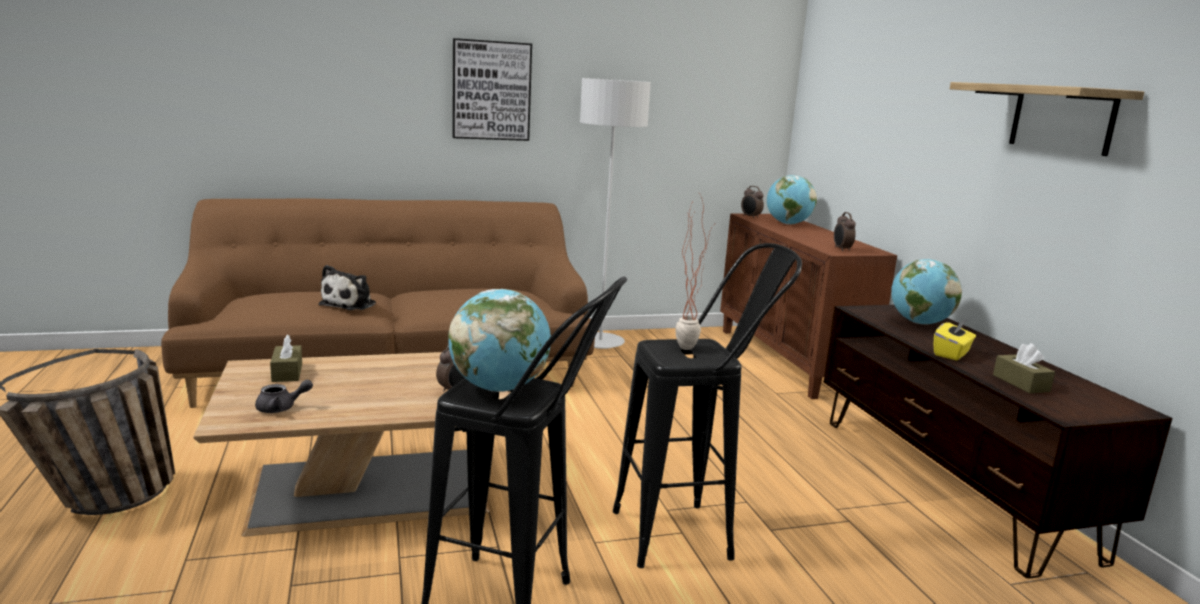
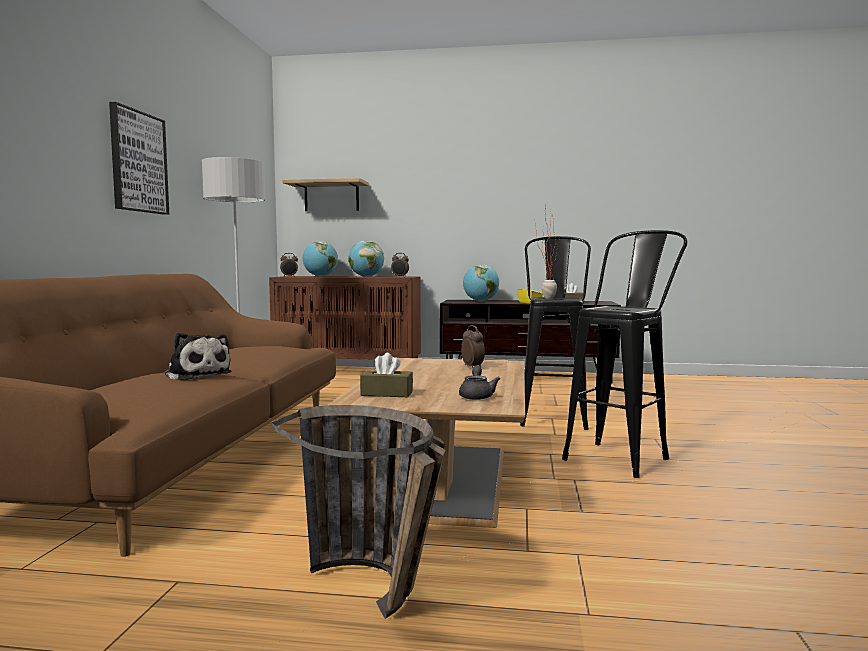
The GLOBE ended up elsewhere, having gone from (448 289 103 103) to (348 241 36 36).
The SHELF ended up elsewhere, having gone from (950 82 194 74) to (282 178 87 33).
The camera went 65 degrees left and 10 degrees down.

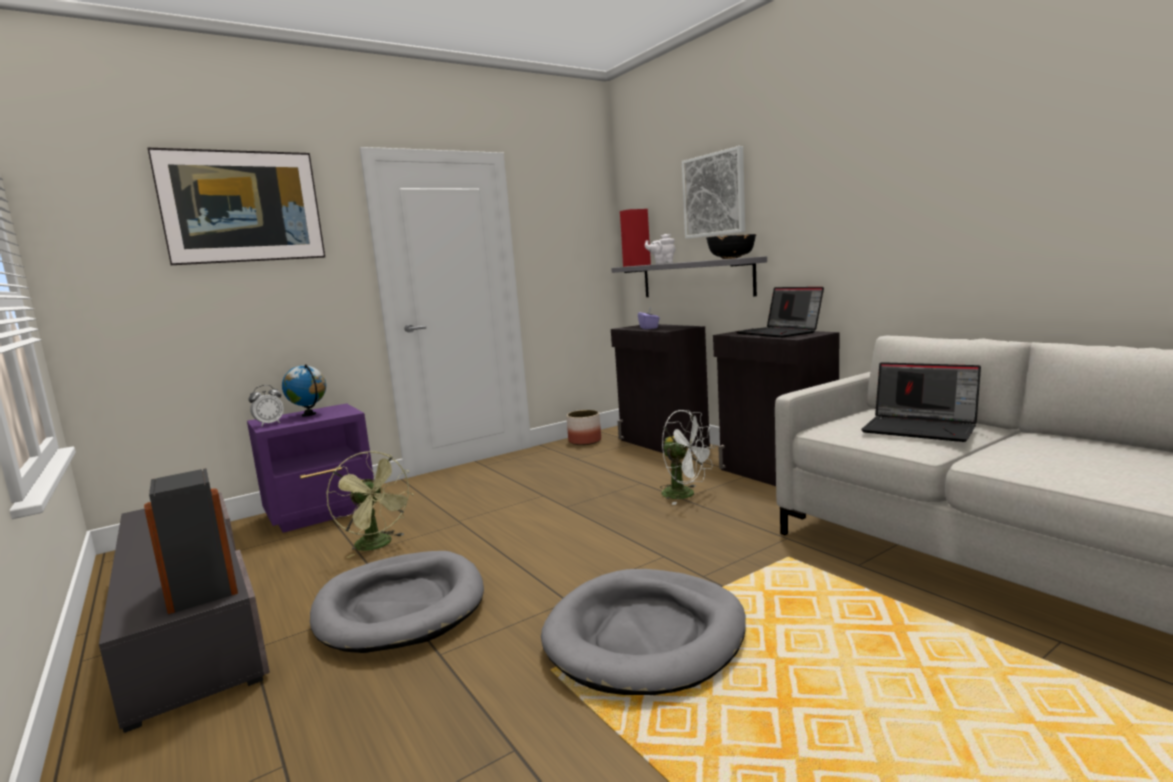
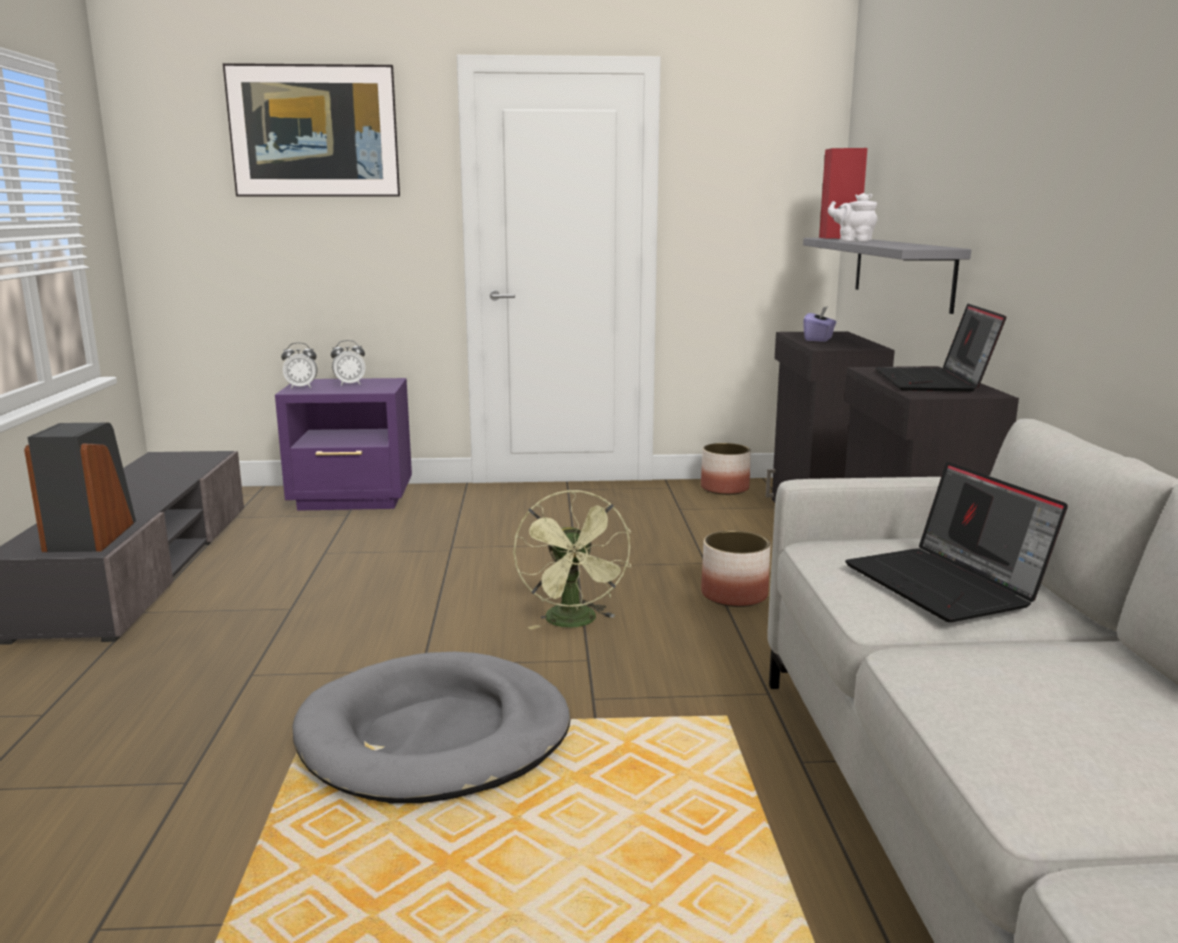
The second view lost the GREY DOG BED at (310 551 174 102).
The second view lost the PICTURE at (682 146 63 93).
The second view lost the BLACK BOWL at (706 234 50 25).
The GREEN FAN ended up elsewhere, having gone from (327 451 87 107) to (513 490 118 140).
Where the GLOBE stood at (282 364 44 53), the ALARM CLOCK came to stand at (331 340 35 46).
Where the WHITE FAN stood at (660 410 55 95), the PLANTER came to stand at (701 531 69 76).
The camera went 30 degrees right and 5 degrees up.

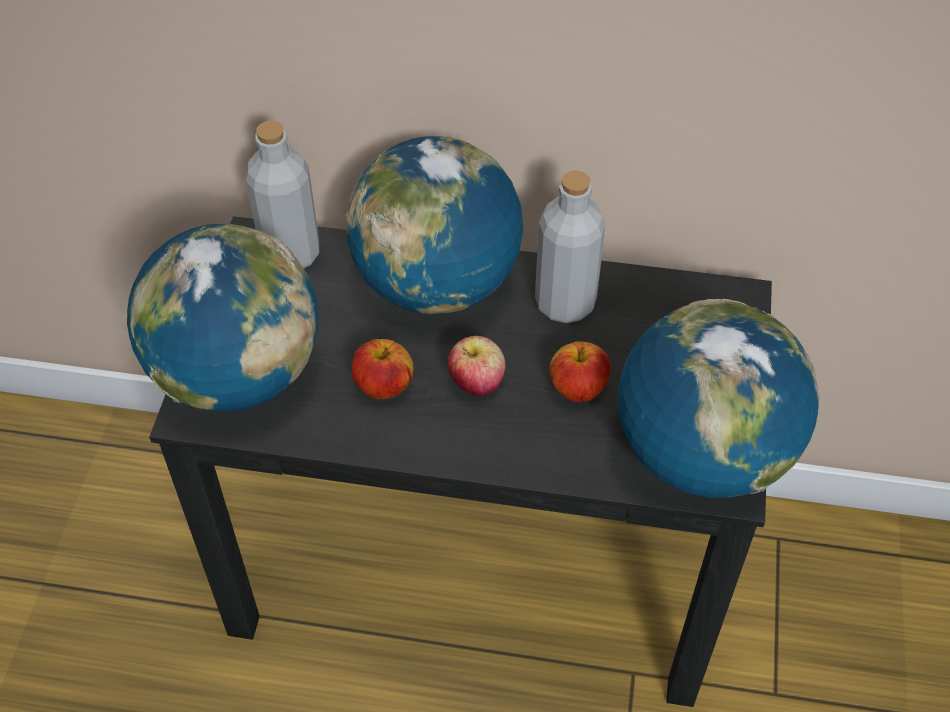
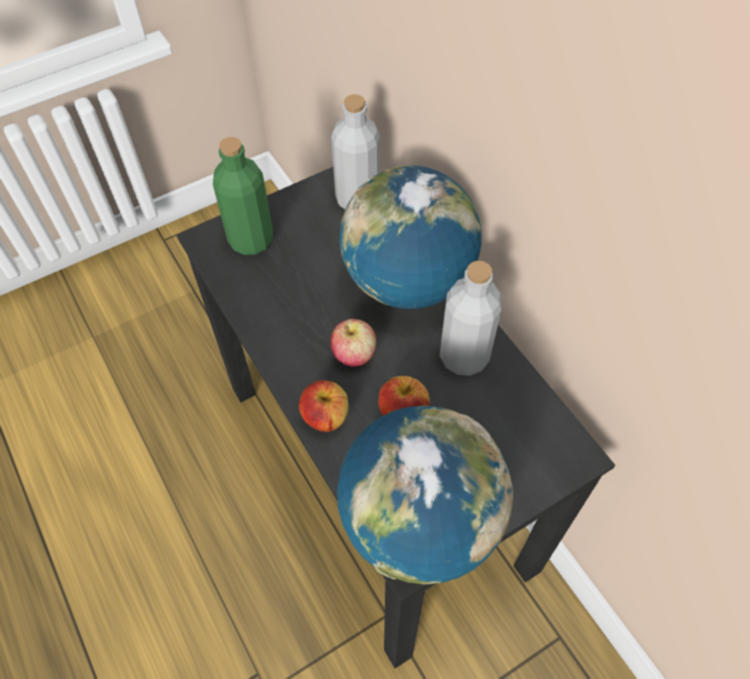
The APPLE ended up elsewhere, having gone from (351 339 62 60) to (299 380 50 52).
Where the GLOBE stood at (127 224 191 188), the GREEN BOTTLE came to stand at (213 137 60 118).
The camera went 50 degrees right and 5 degrees up.

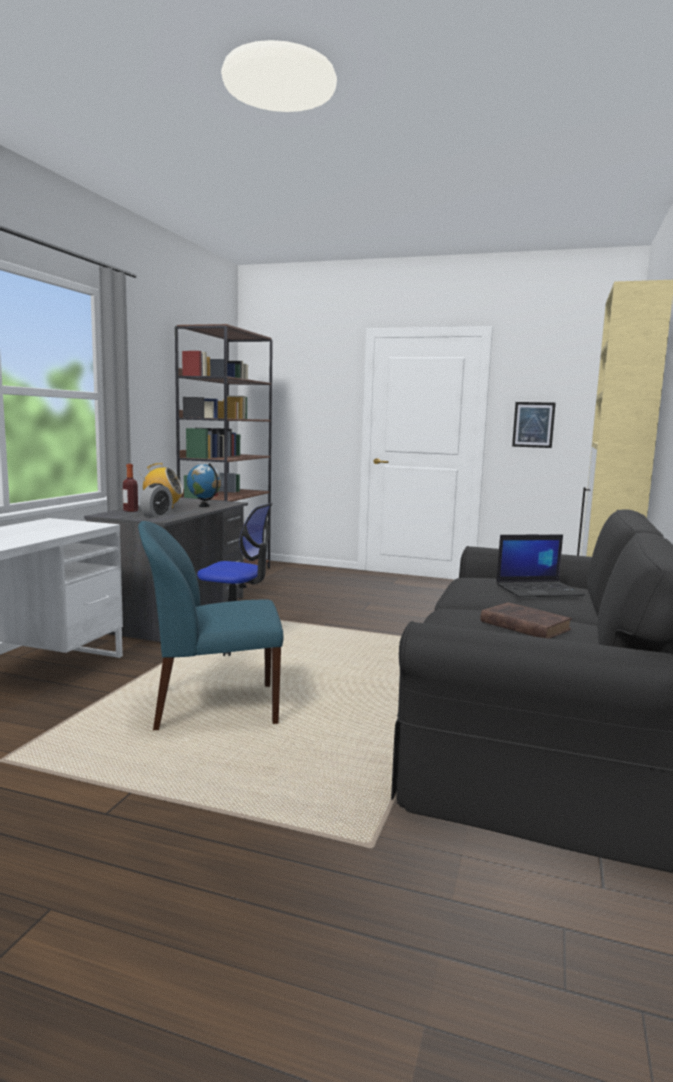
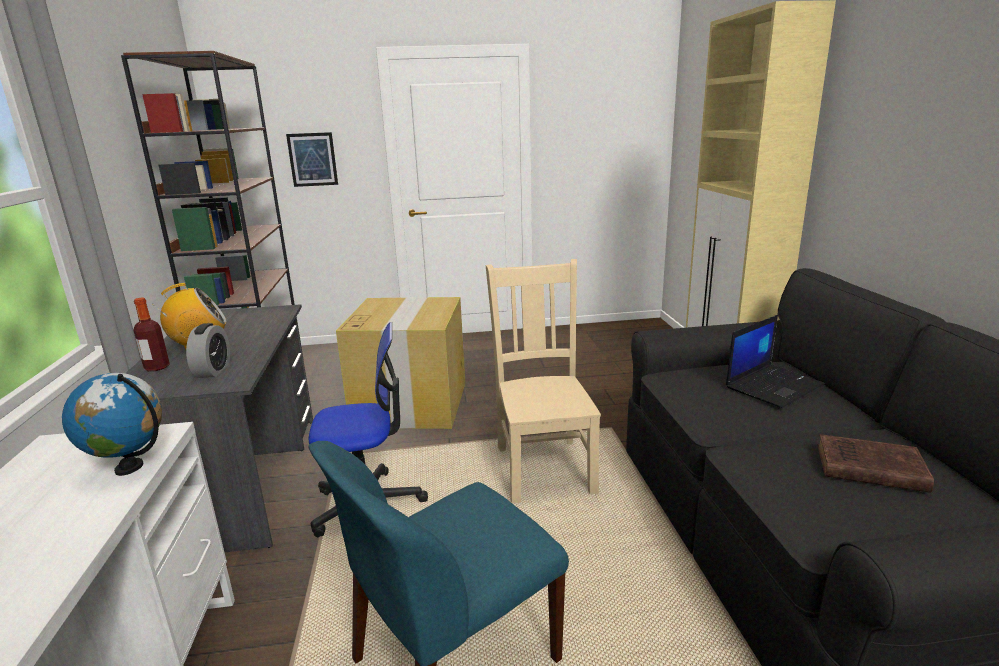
The second view gained the CARDBOARD BOX at (336 297 129 132).
The second view gained the BEIGE CHAIR at (486 259 115 244).
The GLOBE ended up elsewhere, having gone from (187 463 34 44) to (62 373 100 103).
The PICTURE ended up elsewhere, having gone from (512 402 44 46) to (286 132 52 55).
The camera went 25 degrees left and 10 degrees up.

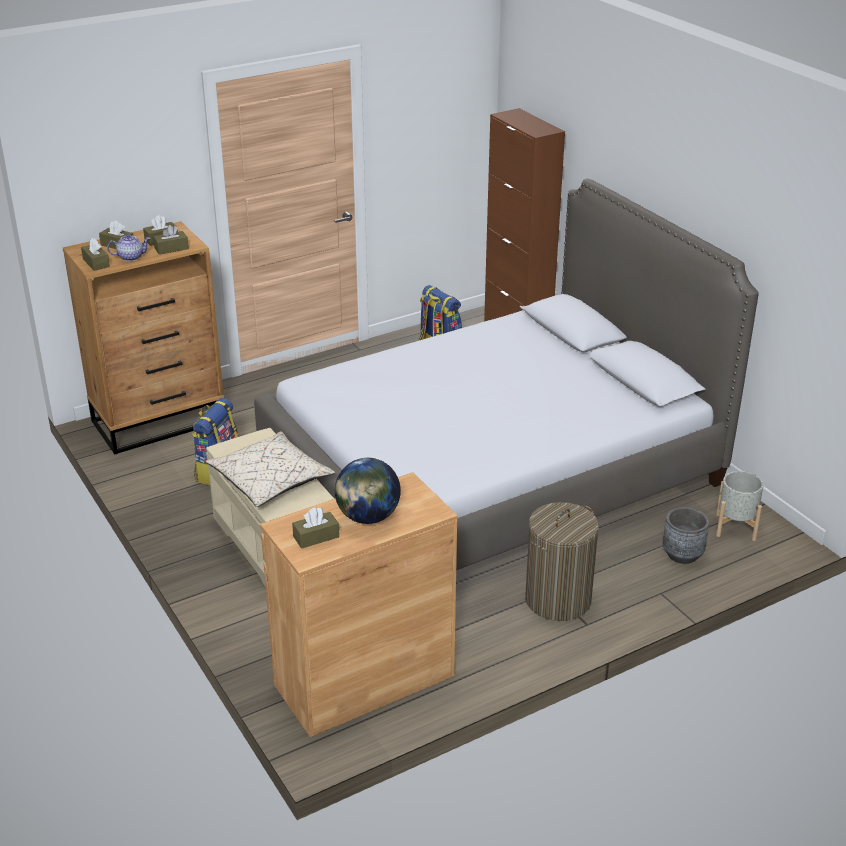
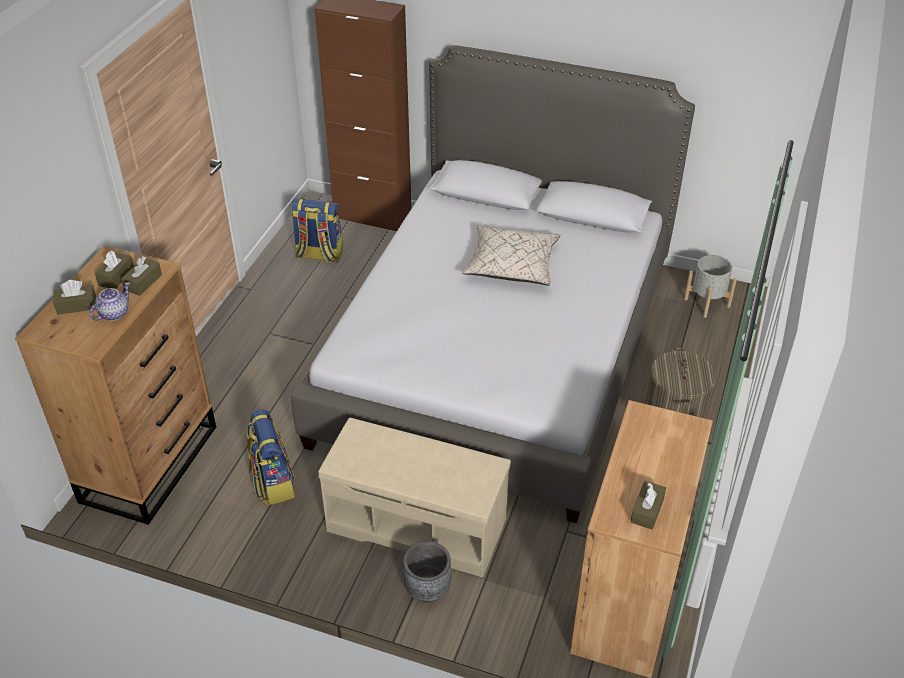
The second view lost the BROWN TISSUE BOX at (81 238 29 33).
The second view lost the GLOBE at (335 458 66 66).
The BEIGE PILLOW ended up elsewhere, having gone from (206 432 129 75) to (462 225 98 61).
The GREY PLANTER ended up elsewhere, having gone from (663 507 46 57) to (403 541 48 62).
The camera went 40 degrees left and 10 degrees up.

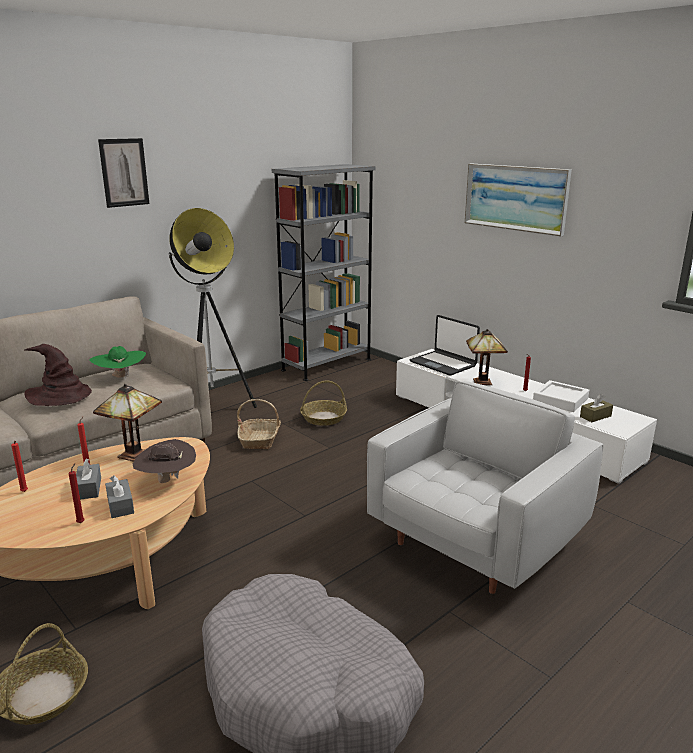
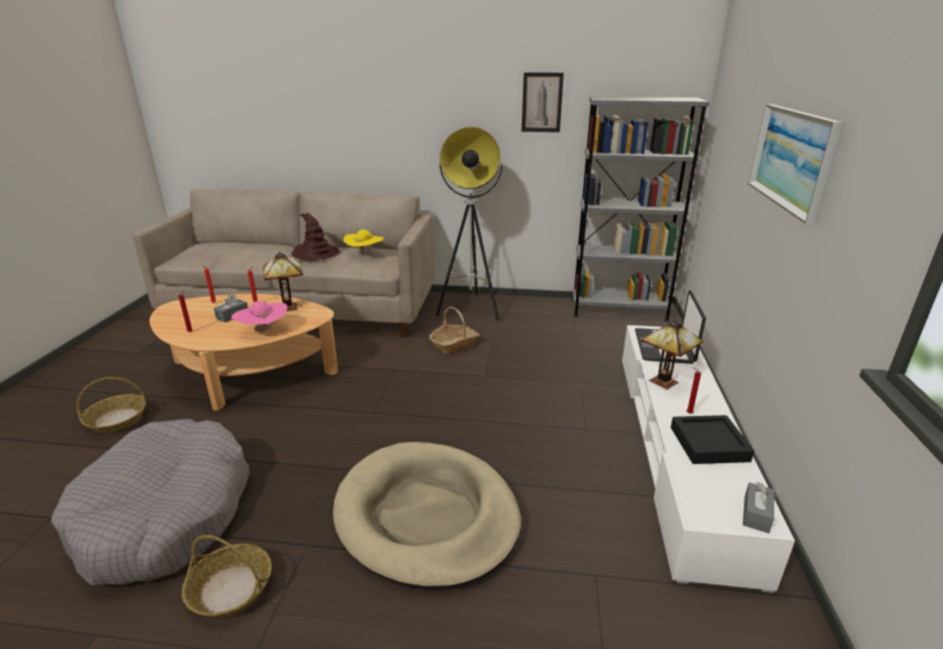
The second view lost the BROWN TISSUE BOX at (580 394 33 28).
The PICTURE ended up elsewhere, having gone from (98 138 51 70) to (522 72 42 60).
The GREY TISSUE BOX ended up elsewhere, having gone from (105 476 29 42) to (743 482 31 51).
The BASKET ended up elsewhere, having gone from (300 380 47 46) to (182 535 90 83).
Where the WHITE ARMCHAIR stood at (367 381 236 213), the BEIGE DOG BED came to stand at (333 442 188 147).
What was the GREEN HAT at (89 346 57 33) turned into the YELLOW HAT at (343 229 41 28).
What was the BROWN HAT at (133 439 63 44) turned into the PINK HAT at (231 300 56 32).
What was the WHITE TRAY at (533 380 56 32) turned into the BLACK TRAY at (671 415 83 49).
The camera went 50 degrees right and 5 degrees up.

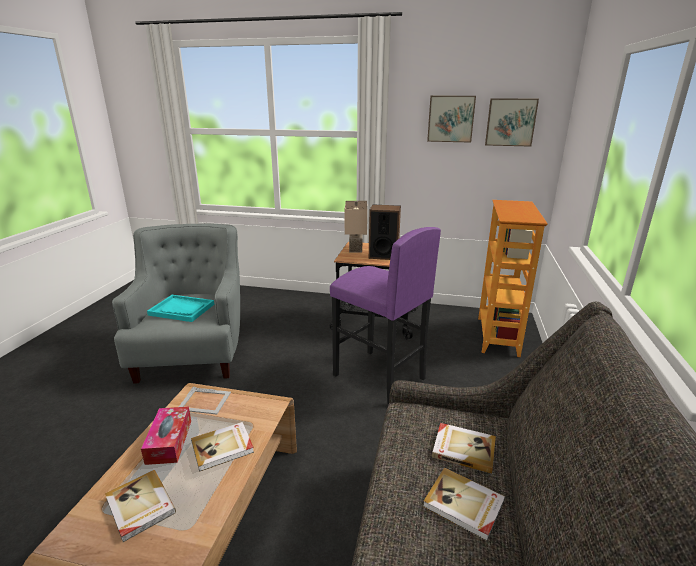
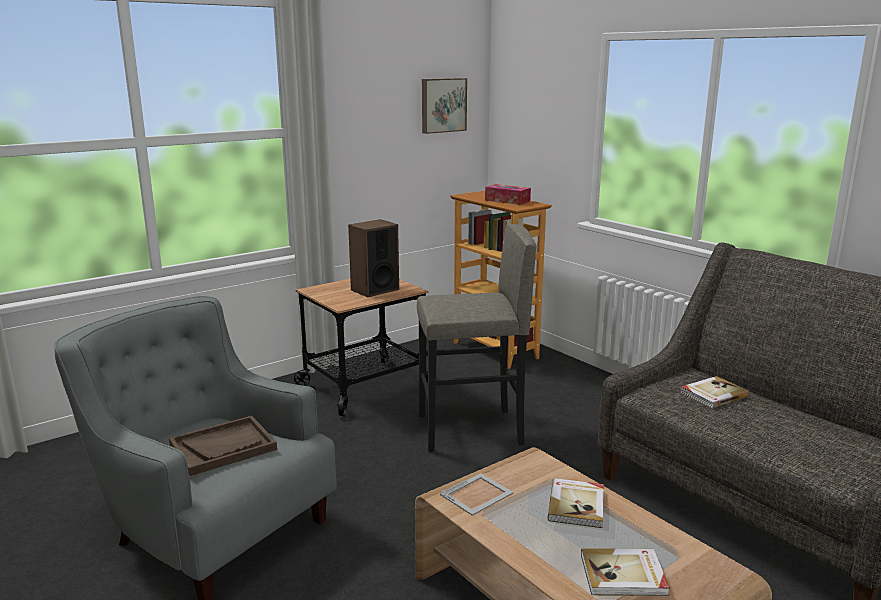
The second view lost the BEIGE TABLE LAMP at (345 201 22 52).
The second view lost the BOOK at (423 468 82 73).
The second view lost the PICTURE at (427 96 49 47).
The TISSUE BOX ended up elsewhere, having gone from (141 407 50 58) to (485 184 46 21).
What was the TURQUOISE TRAY at (147 295 67 27) turned into the BROWN TRAY at (169 416 108 60).
What was the PURPLE STOOL at (330 227 111 178) turned into the GREY STOOL at (417 224 119 228).
The camera went 50 degrees left and 5 degrees down.

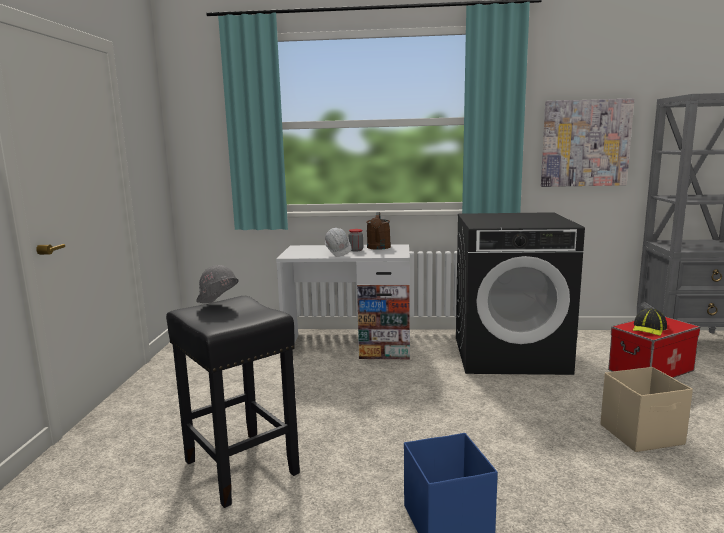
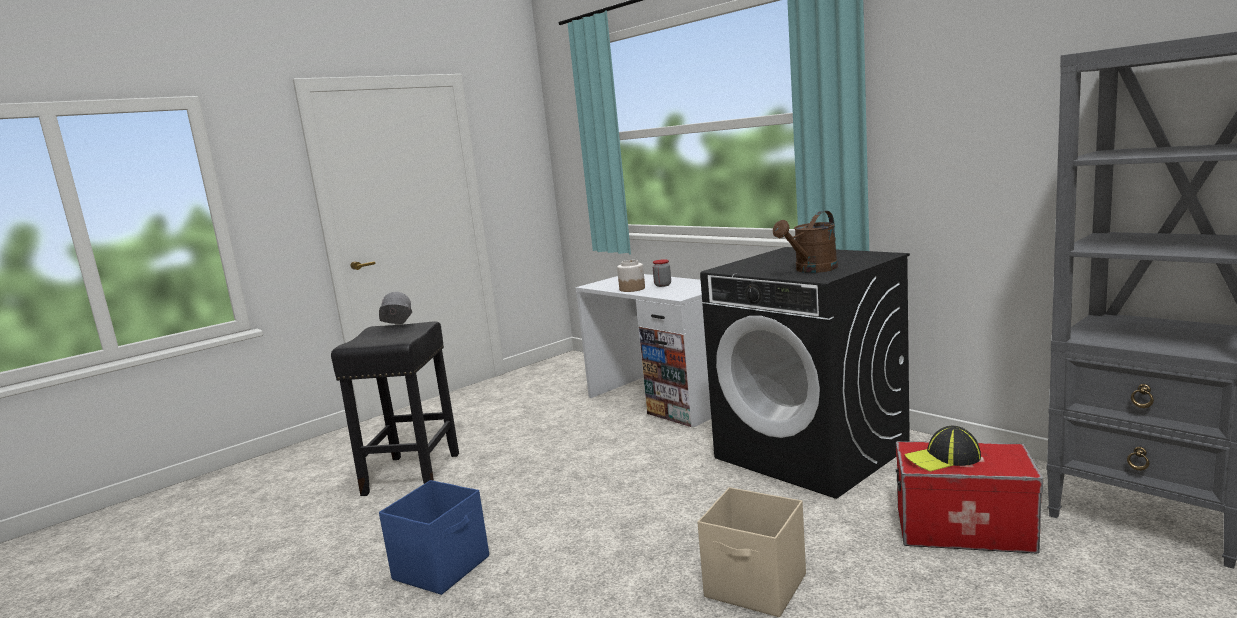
The second view lost the PICTURE at (541 98 93 89).
The BROWN WATERING CAN ended up elsewhere, having gone from (367 212 24 38) to (773 211 65 62).
Where the WHITE HARD HAT stood at (325 228 27 29), the JAR came to stand at (617 260 28 32).
The camera went 45 degrees right and 0 degrees up.

